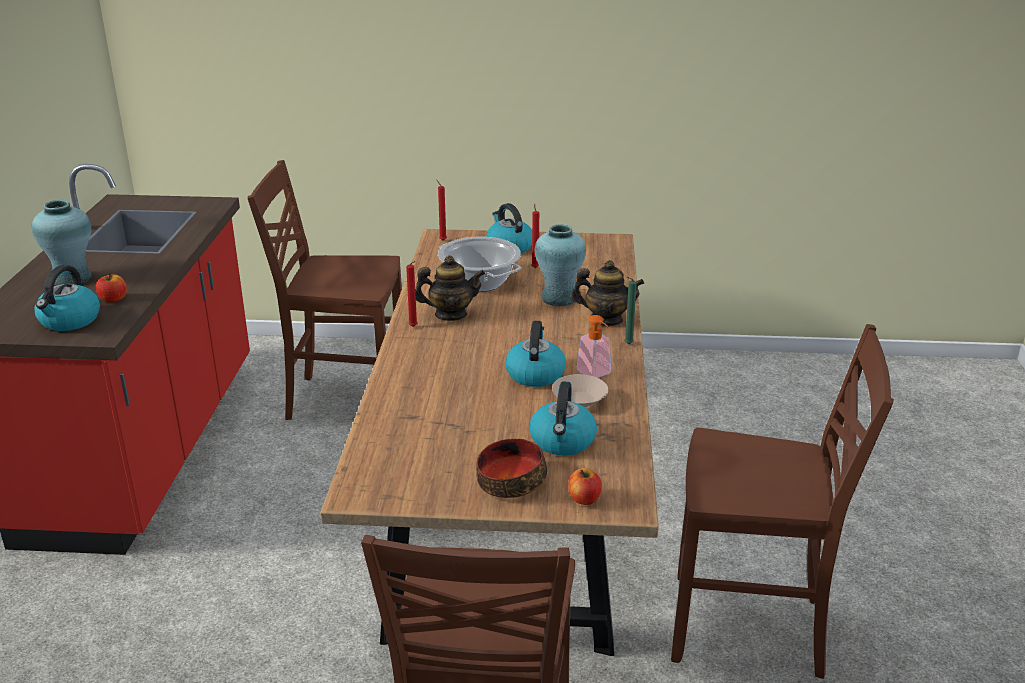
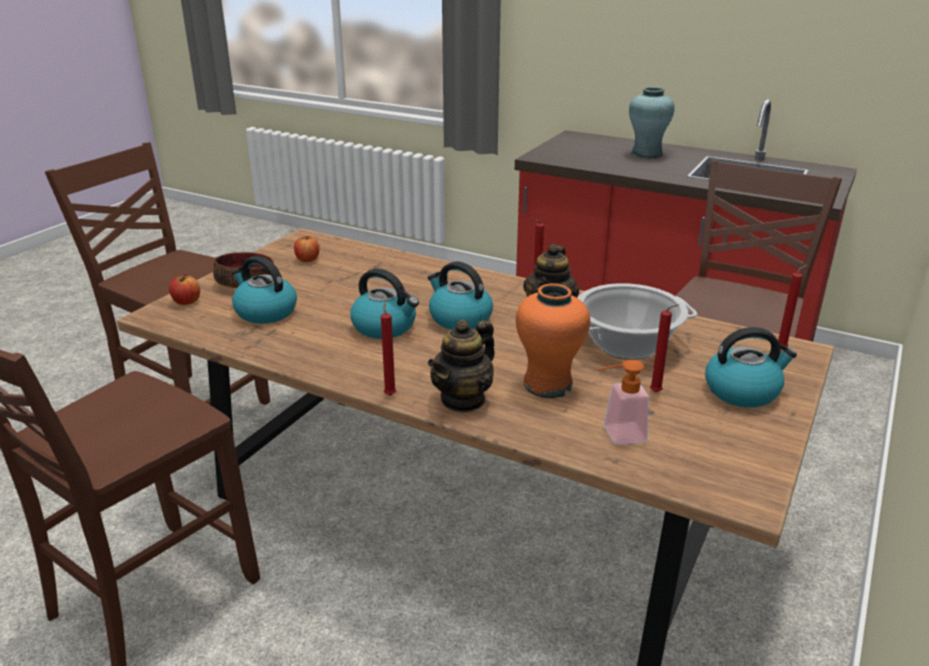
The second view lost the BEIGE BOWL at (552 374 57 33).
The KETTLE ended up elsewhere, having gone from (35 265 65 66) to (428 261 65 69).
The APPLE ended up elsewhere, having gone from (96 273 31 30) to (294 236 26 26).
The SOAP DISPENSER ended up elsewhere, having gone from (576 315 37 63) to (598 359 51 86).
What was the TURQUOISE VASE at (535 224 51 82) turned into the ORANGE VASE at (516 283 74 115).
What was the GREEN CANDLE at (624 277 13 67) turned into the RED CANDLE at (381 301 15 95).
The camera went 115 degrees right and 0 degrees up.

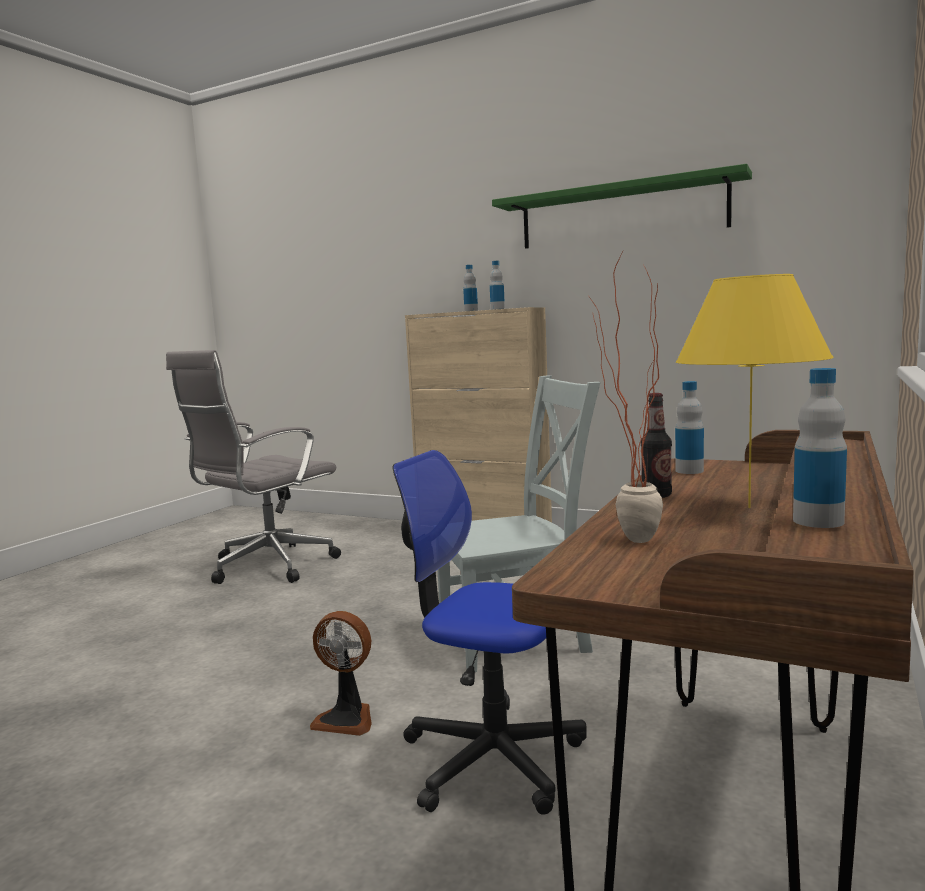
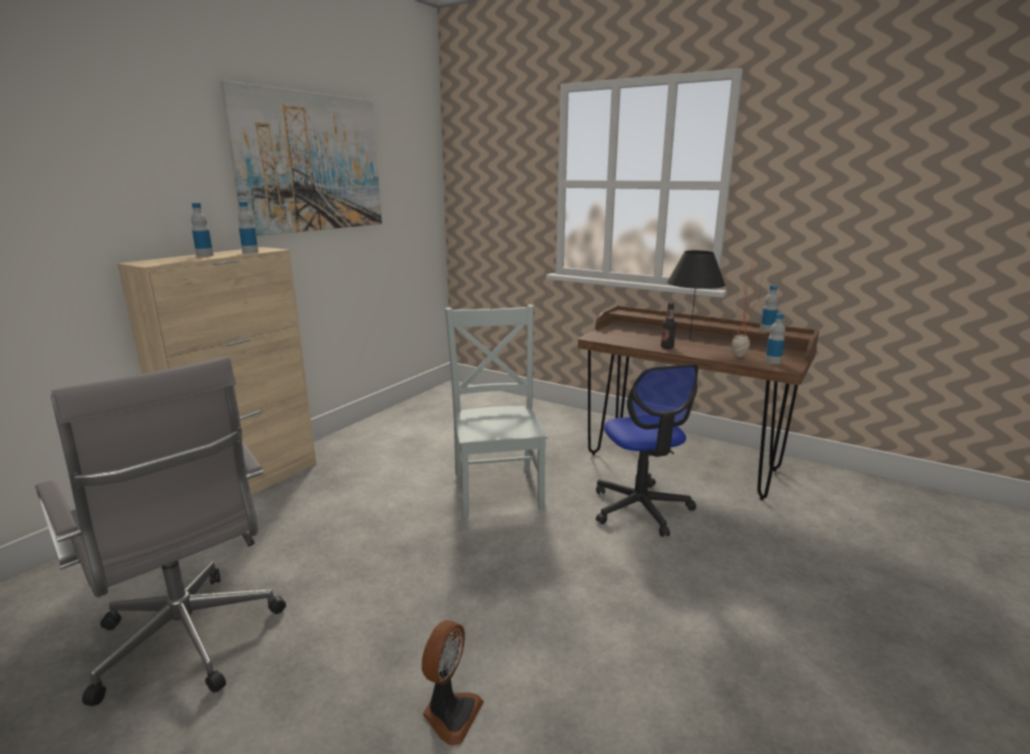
The FAN ended up elsewhere, having gone from (310 611 62 125) to (422 620 62 126).
The BOTTLE ended up elsewhere, having gone from (675 381 29 93) to (765 313 20 51).
Where the GREEN SHELF hung at (492 164 260 85), the PICTURE came to hang at (220 80 162 156).
What was the YELLOW TABLE LAMP at (676 274 157 234) turned into the BLACK TABLE LAMP at (667 250 58 89).
The OFFICE CHAIR at (393 450 194 365) ended up facing another way, 45 degrees counterclockwise from before.
The camera went 85 degrees left and 10 degrees up.

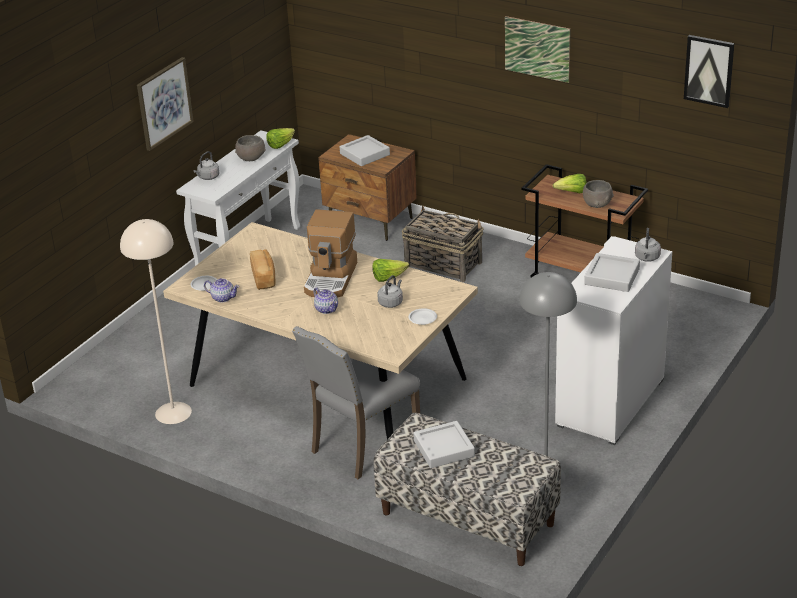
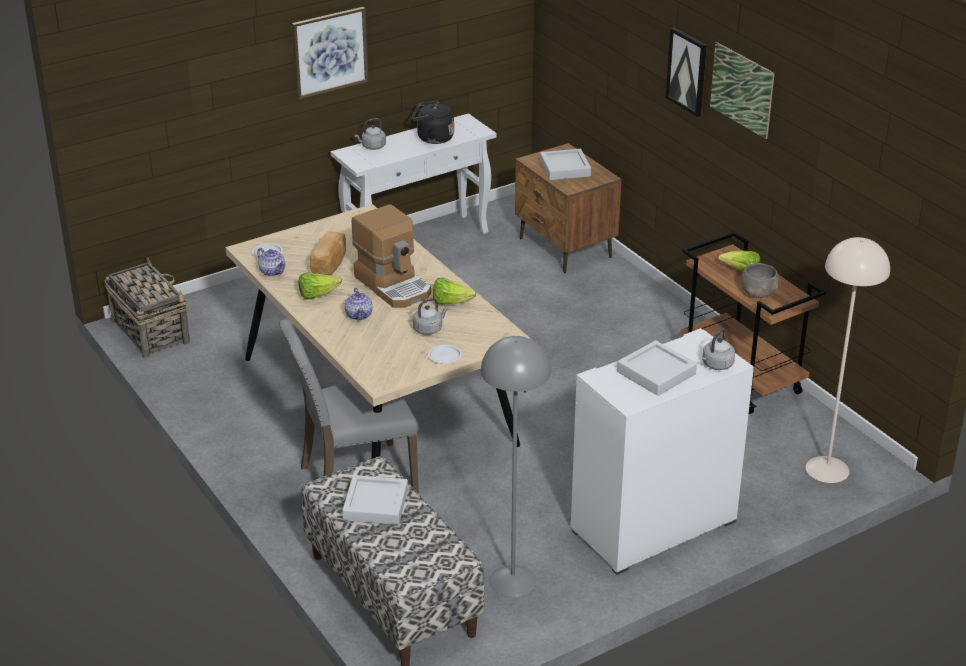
The BEIGE FLOOR LAMP ended up elsewhere, having gone from (120 219 72 205) to (806 237 84 246).
The LETTUCE ended up elsewhere, having gone from (266 128 29 21) to (298 273 44 26).
The BASKET ended up elsewhere, having gone from (402 205 81 77) to (104 257 86 101).
The PICTURE ended up elsewhere, having gone from (684 35 50 73) to (666 27 41 90).
Where the GREY BOWL stood at (235 135 31 26), the BLACK KETTLE came to stand at (412 100 42 44).
The COFFEE MACHINE at (304 209 53 89) ended up facing another way, 75 degrees counterclockwise from before.
The camera went 25 degrees right and 0 degrees up.

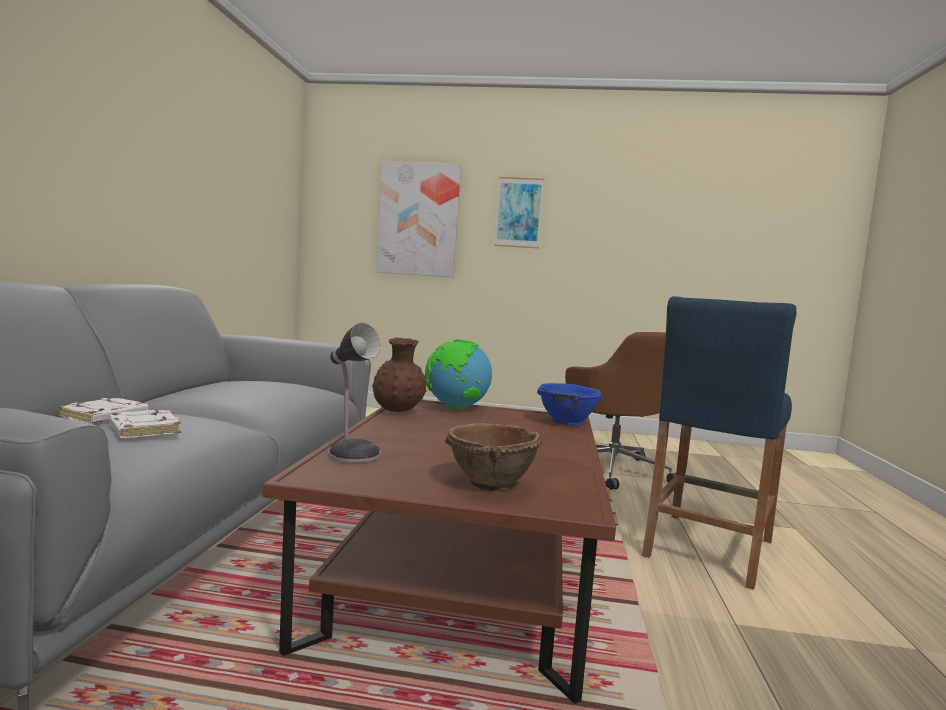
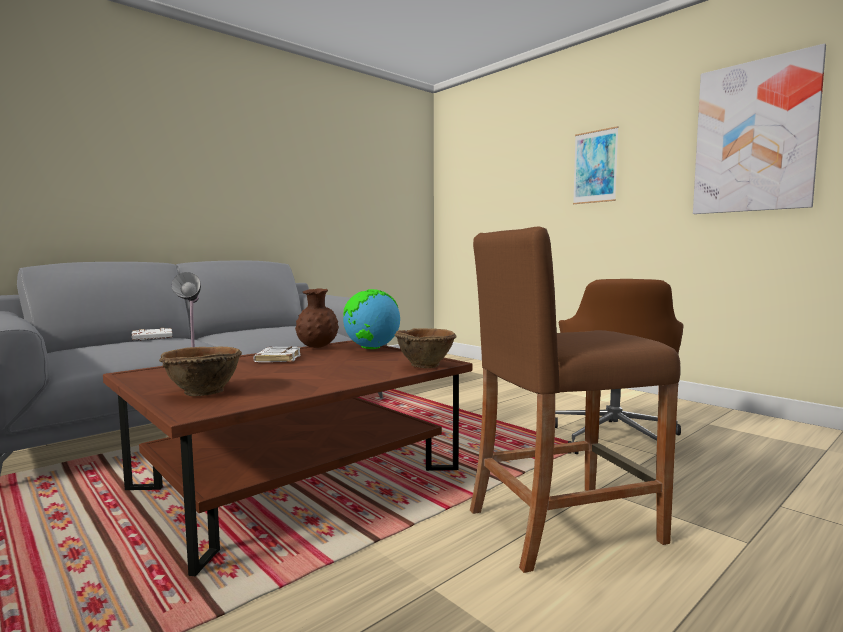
The WHITE BOOK ended up elsewhere, having gone from (109 409 72 29) to (253 346 48 16).
The PICTURE ended up elsewhere, having gone from (376 161 85 116) to (693 43 133 171).
What was the BLUE BOWL at (537 383 65 43) turned into the BROWN BOWL at (395 328 61 40).
What was the BLUE STOOL at (642 296 155 294) turned into the BROWN STOOL at (470 226 210 347).
The camera went 40 degrees right and 0 degrees up.

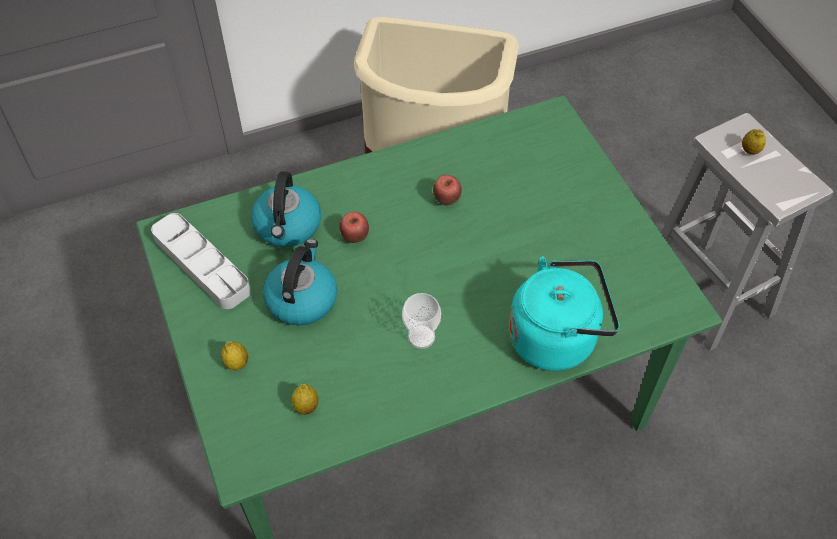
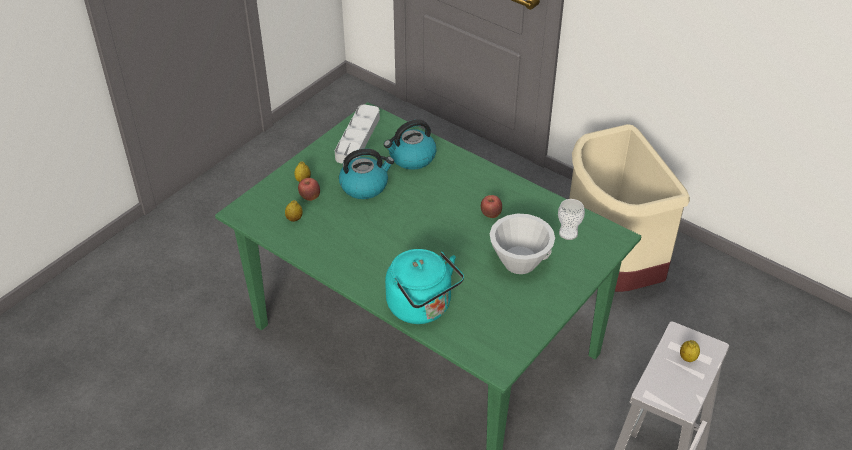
The second view gained the WHITE BOWL at (490 213 65 61).
The APPLE ended up elsewhere, having gone from (339 212 30 31) to (298 178 22 23).
The CUP ended up elsewhere, having gone from (402 293 39 56) to (558 199 27 41).
The camera went 60 degrees right and 10 degrees down.

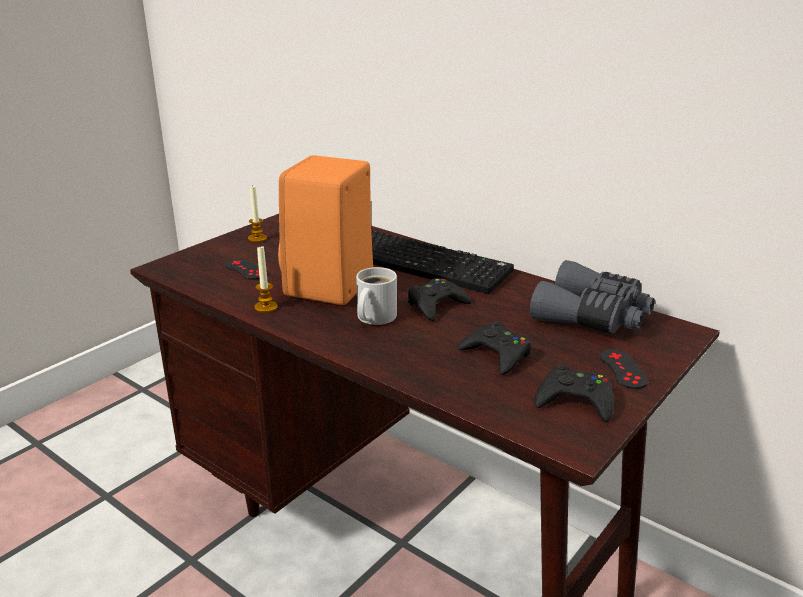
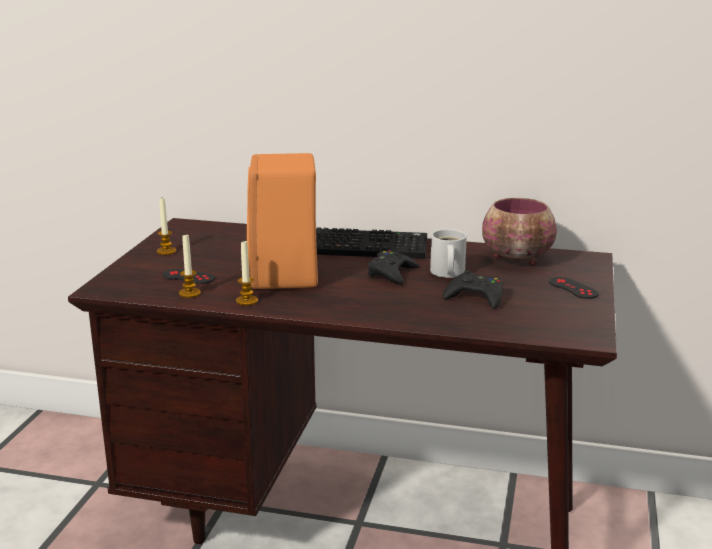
The second view lost the BLACK GAME CONTROLLER at (534 365 80 57).
The second view gained the CANDLE at (179 233 22 65).
The WHITE MUG ended up elsewhere, having gone from (356 267 41 58) to (430 229 37 49).
Where the GREY BINOCULARS stood at (530 260 125 74), the BOWL came to stand at (482 198 75 68).
The camera went 25 degrees left and 5 degrees down.

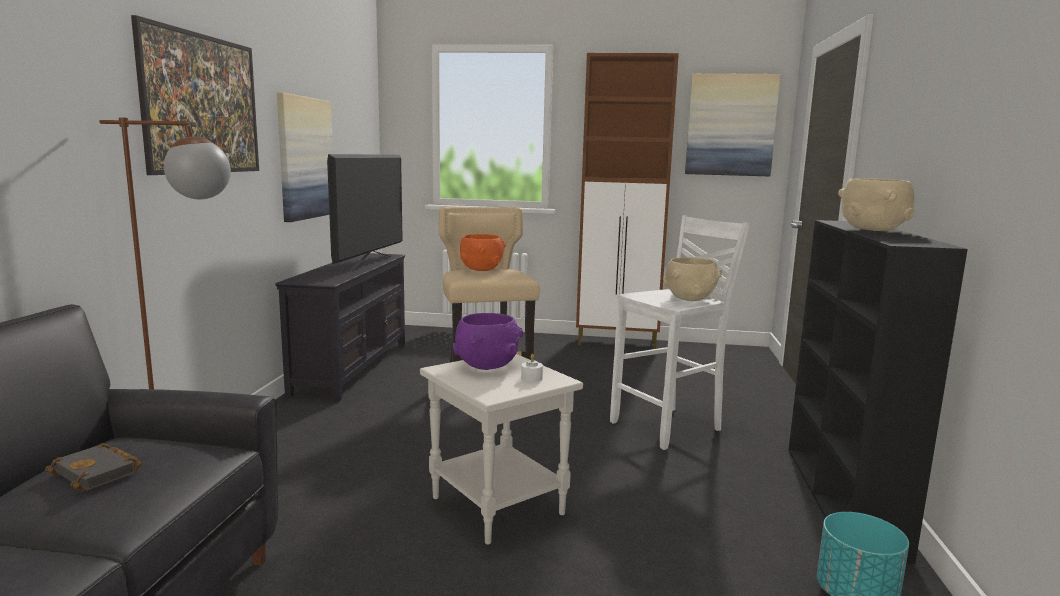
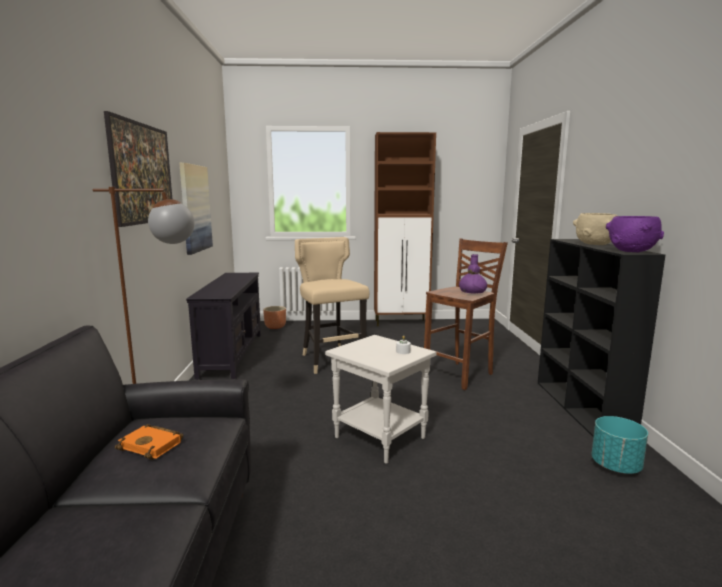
The second view lost the TELEVISION at (327 154 76 118).
The second view lost the ORANGE BOWL at (460 234 46 37).
The second view lost the PICTURE at (685 73 96 103).
The second view gained the BROWN PLANTER at (263 306 23 23).
The PURPLE BOWL ended up elsewhere, having gone from (453 313 70 57) to (606 216 58 36).
Where the BEIGE BOWL stood at (663 257 59 44), the PURPLE VASE came to stand at (459 254 28 39).
What was the BLACK BOOK at (45 443 97 48) turned into the ORANGE BOOK at (115 424 68 36).
What was the WHITE STOOL at (610 215 140 235) turned into the BROWN STOOL at (424 239 84 151).
The camera went 10 degrees left and 0 degrees up.

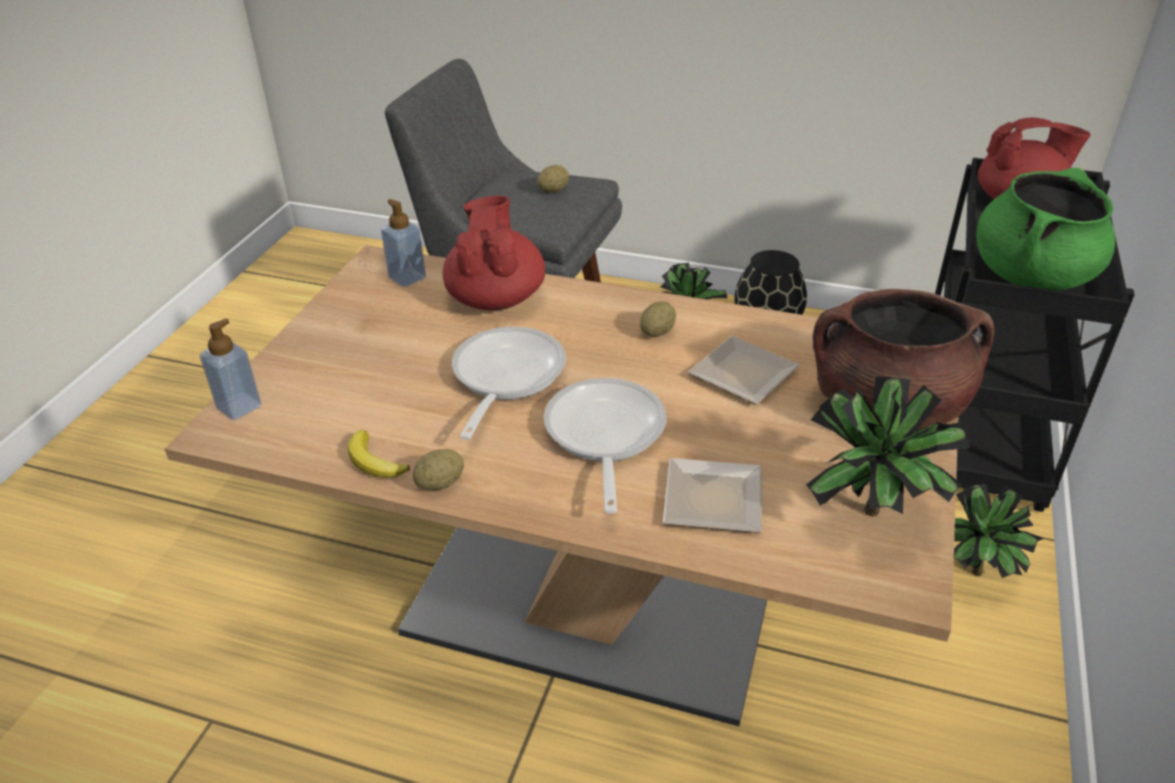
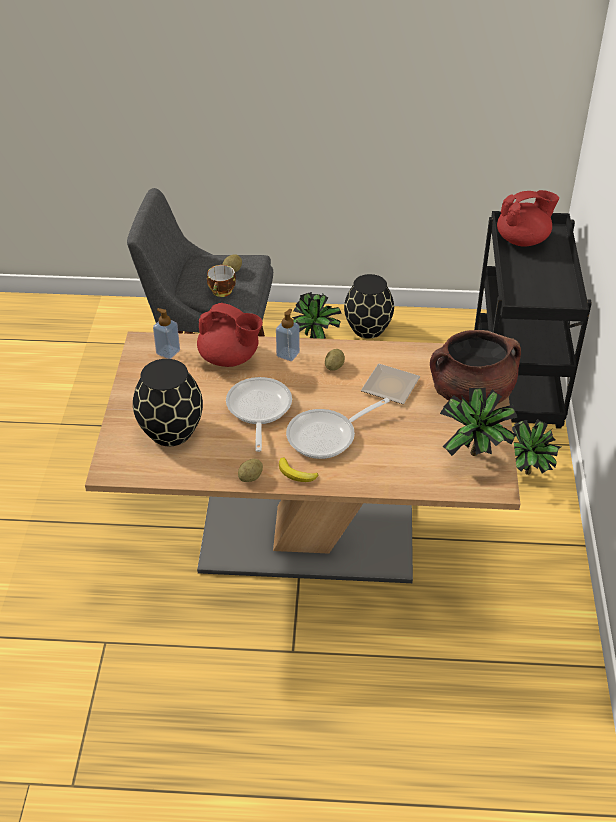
The second view lost the PLATE at (663 458 99 75).
The second view lost the GREEN COOKING POT at (976 168 139 122).
The second view gained the BLACK VASE at (133 359 70 87).
The second view gained the CUP at (207 265 29 32).
The SOAP DISPENSER ended up elsewhere, having gone from (200 319 62 101) to (276 309 24 52).
The BANANA ended up elsewhere, having gone from (348 430 62 48) to (279 458 39 24).
The RED TEAPOT at (443 196 102 115) ended up facing another way, 135 degrees clockwise from before.
The FRYING PAN at (544 378 123 136) ended up facing another way, 105 degrees counterclockwise from before.
The camera went 15 degrees left and 5 degrees up.

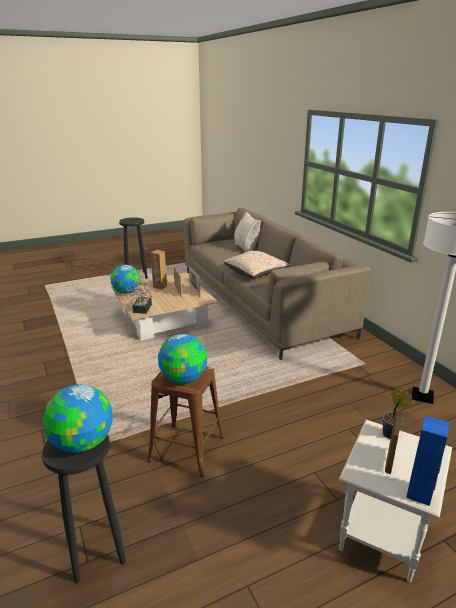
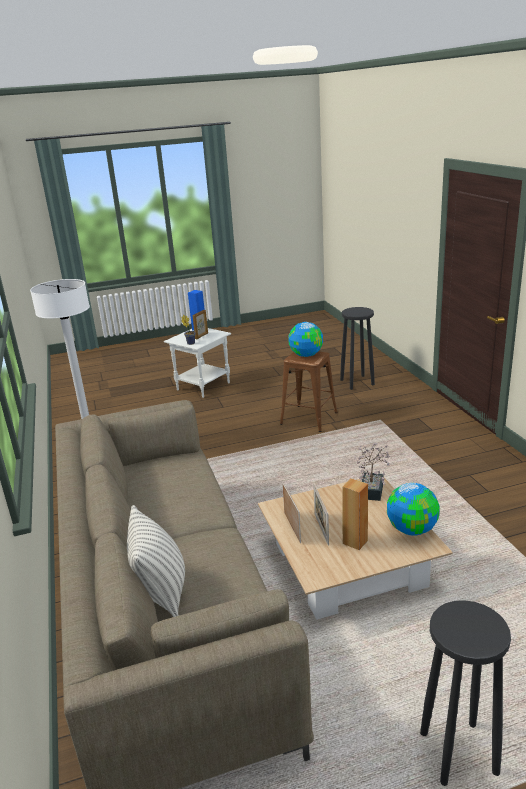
The second view lost the GLOBE at (43 384 70 69).
The second view lost the BEIGE PILLOW at (224 251 67 28).
The camera went 170 degrees left and 0 degrees up.

